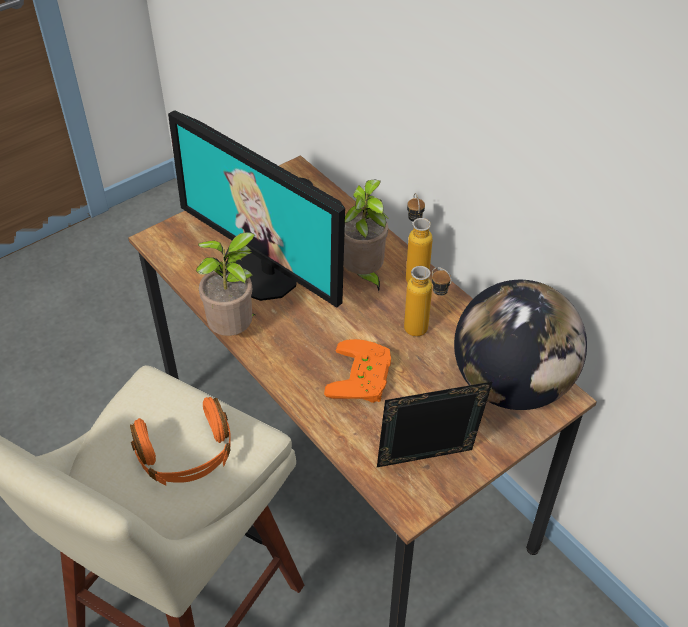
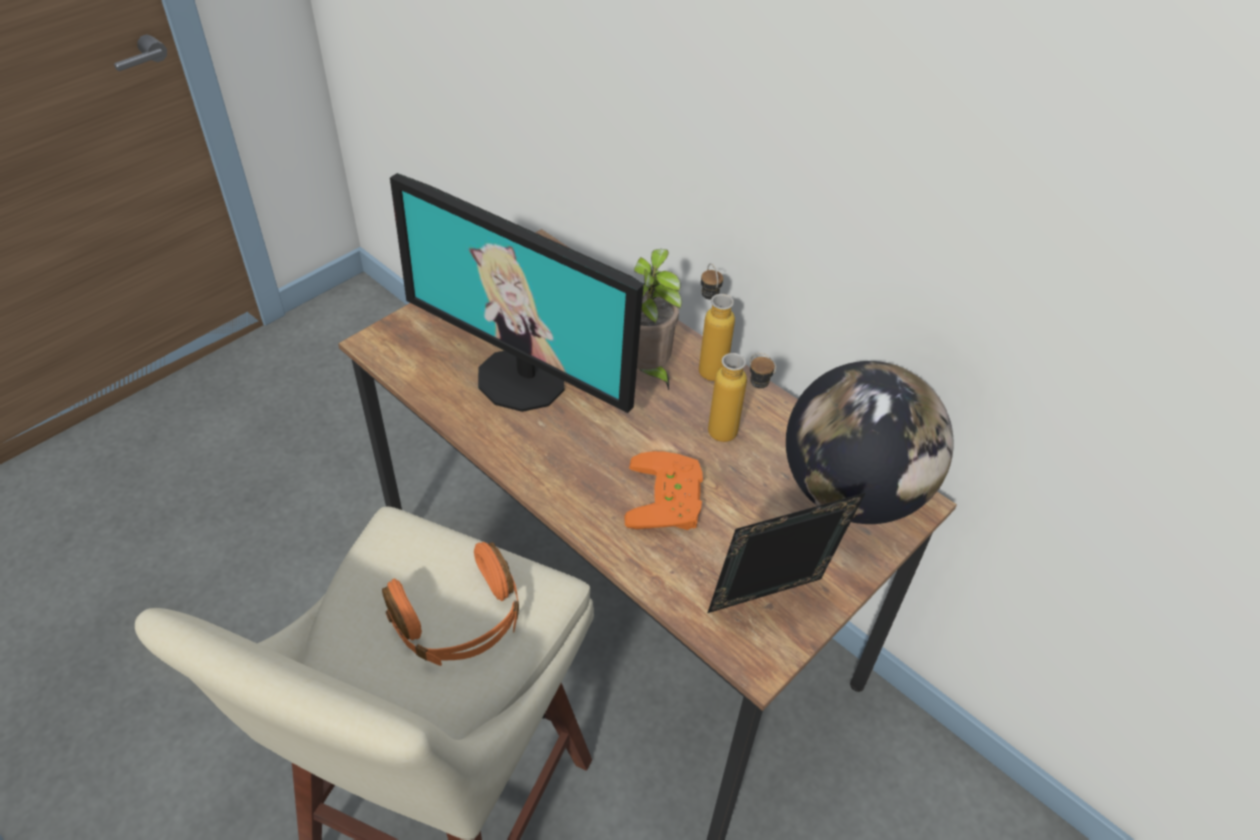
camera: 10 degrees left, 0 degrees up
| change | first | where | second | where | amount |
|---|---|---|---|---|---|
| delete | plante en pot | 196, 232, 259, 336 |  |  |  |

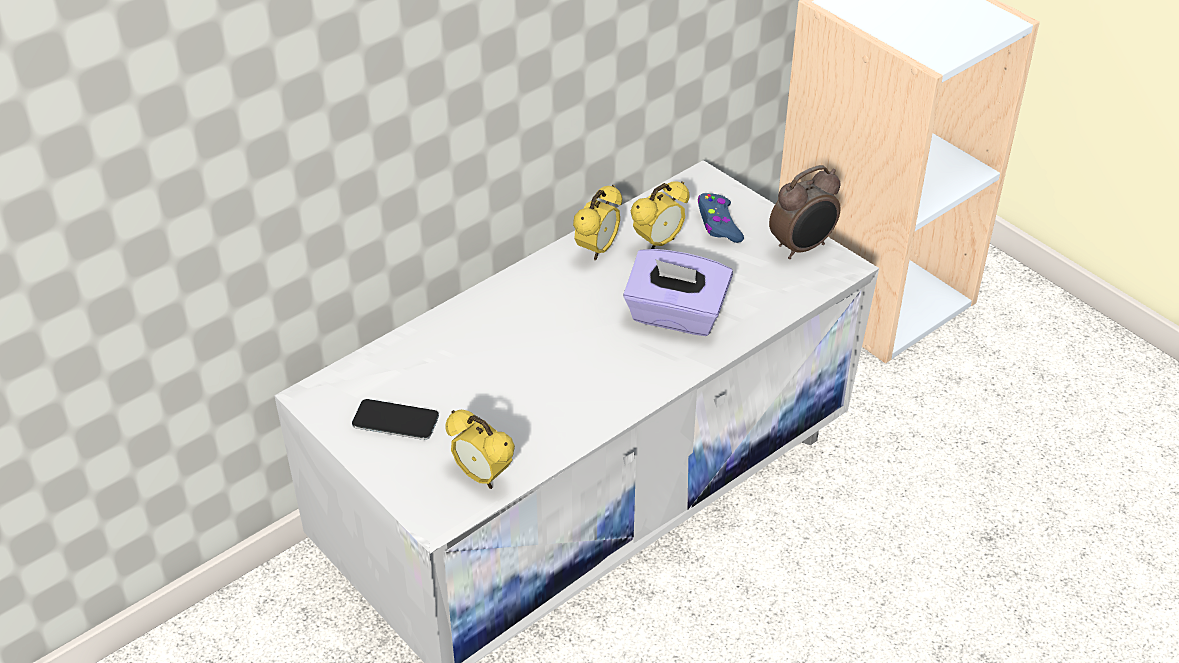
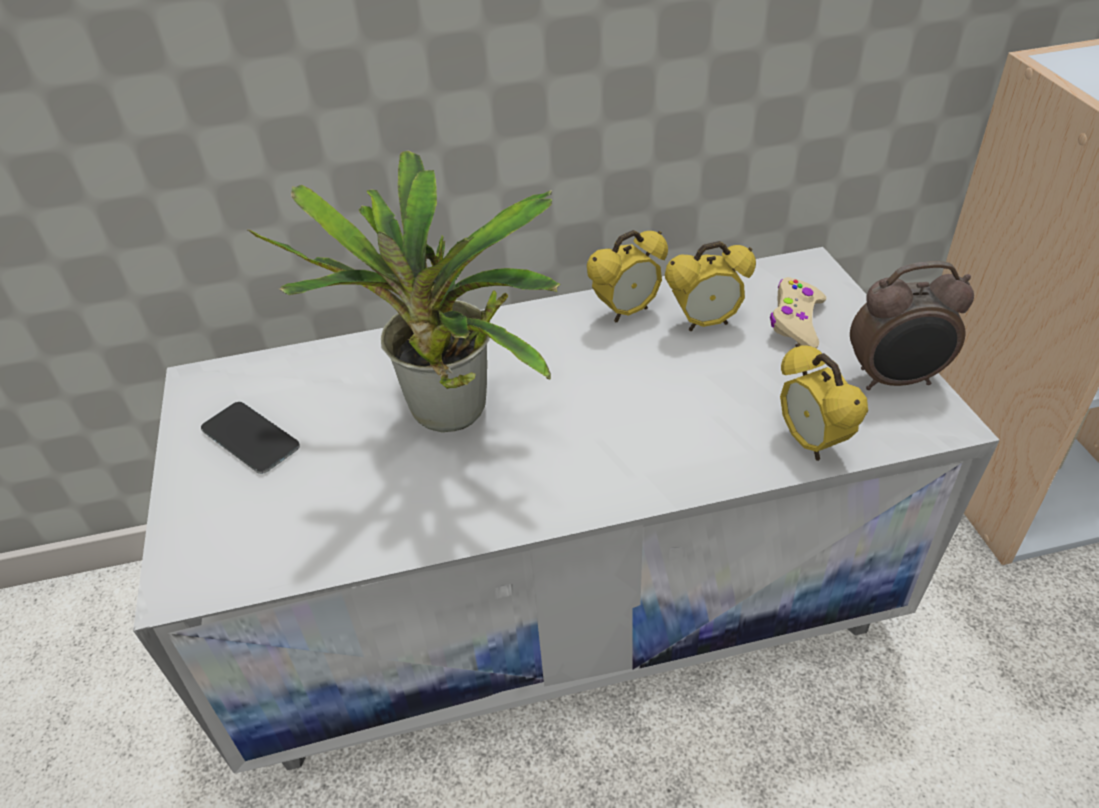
camera: 30 degrees right, 0 degrees up
| change | first | where | second | where | amount |
|---|---|---|---|---|---|
| recolor | manette [bleu] | 698, 193, 744, 243 | manette [beige] | 770, 277, 827, 349 |  |
| delete | boîte à mouchoirs [violet] | 623, 249, 733, 336 |  |  |  |
| move | réveil | 445, 410, 515, 489 |  | 780, 343, 868, 461 |  |
| insert |  |  | plante en pot | 248, 150, 560, 432 |  |

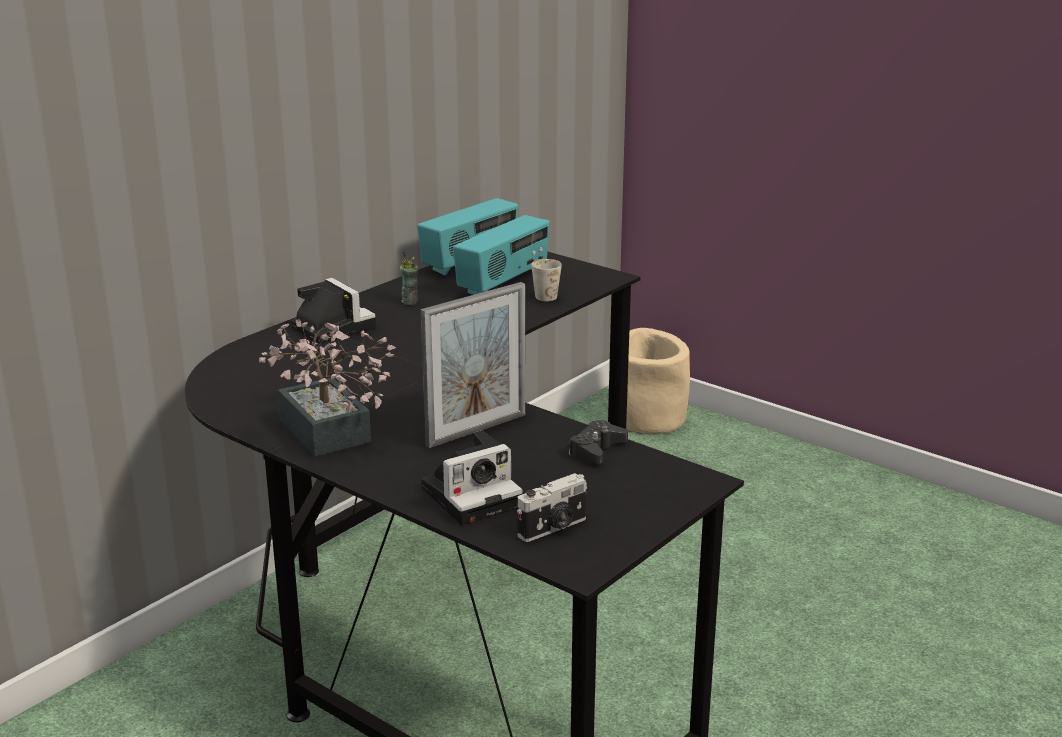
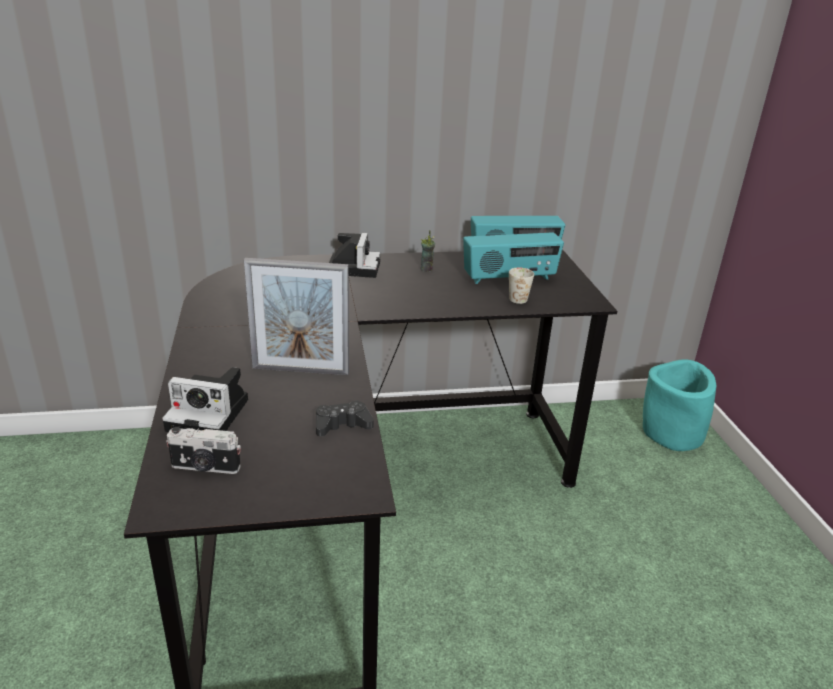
camera: 40 degrees right, 5 degrees up
| change | first | where | second | where | amount |
|---|---|---|---|---|---|
| delete | plante en pot | 259, 319, 396, 456 |  |  |  |
| recolor | cache-pot [beige] | 626, 328, 690, 434 | cache-pot [turquoise] | 643, 360, 716, 451 |  |

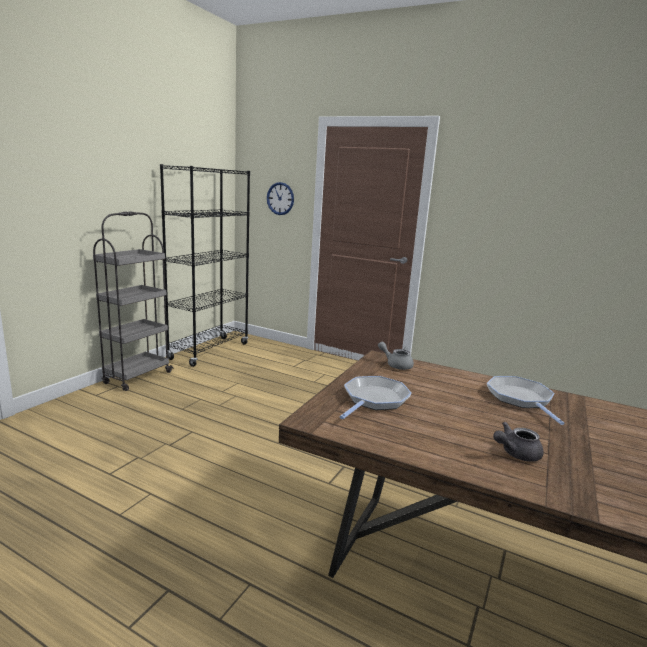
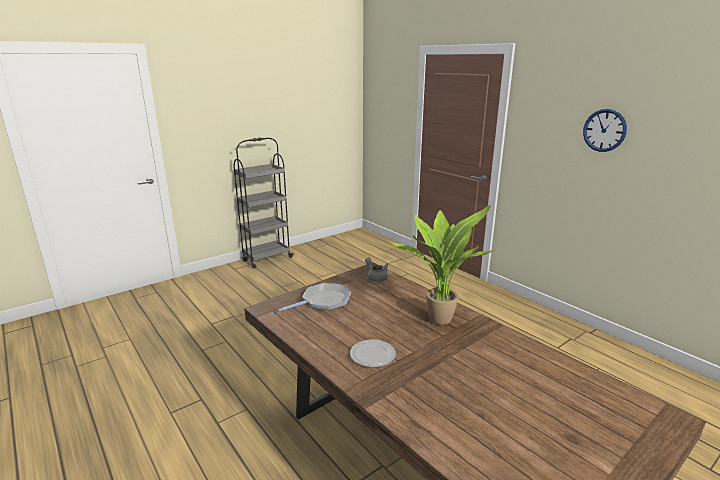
camera: 25 degrees right, 5 degrees up
| change | first | where | second | where | amount |
|---|---|---|---|---|---|
| delete | bibliothèque [noir] | 160, 164, 250, 367 |  |  |  |
| move | horloge murale | 267, 182, 294, 215 |  | 583, 109, 627, 152 |  |
| replace | poêle | 487, 376, 565, 425 | plante en pot | 390, 205, 494, 325 |  |
| replace | théière [gris] | 493, 422, 544, 462 | assiette | 350, 339, 396, 367 |  |

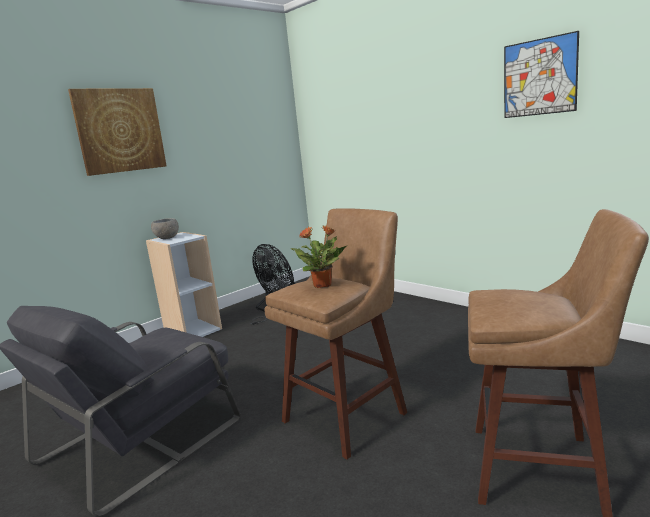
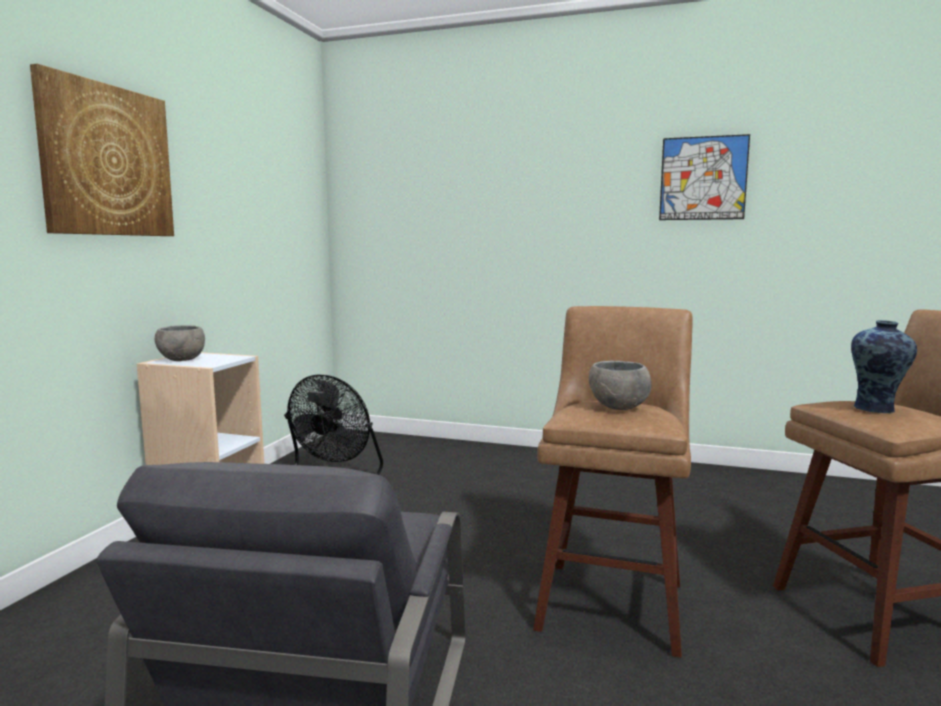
camera: 30 degrees left, 5 degrees down
| change | first | where | second | where | amount |
|---|---|---|---|---|---|
| replace | plante en pot | 291, 226, 346, 288 | bol [gris] | 589, 361, 651, 410 |  |
| insert |  |  | vase | 851, 320, 917, 413 |  |

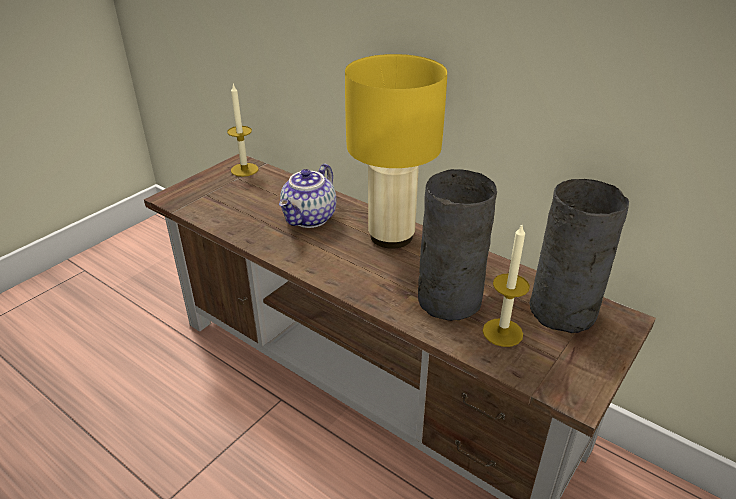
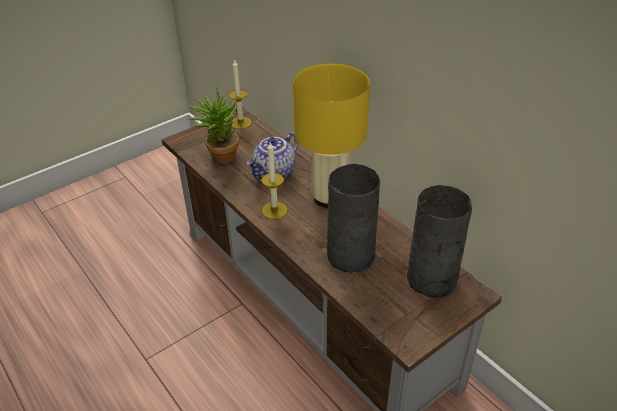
camera: 15 degrees right, 5 degrees up
| change | first | where | second | where | amount |
|---|---|---|---|---|---|
| move | bougie | 483, 223, 530, 347 |  | 261, 142, 288, 219 |  |
| insert |  |  | plante en pot | 187, 87, 239, 164 |  |

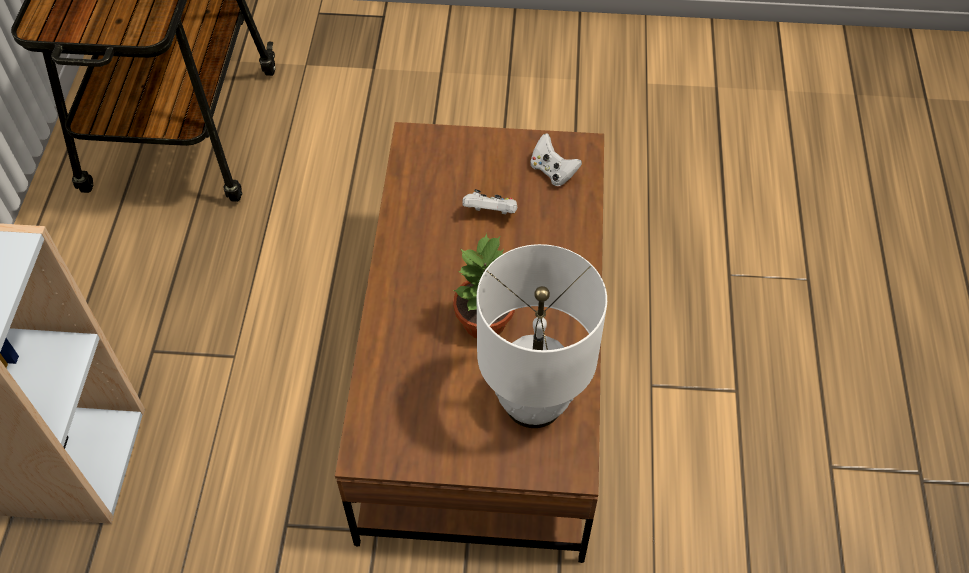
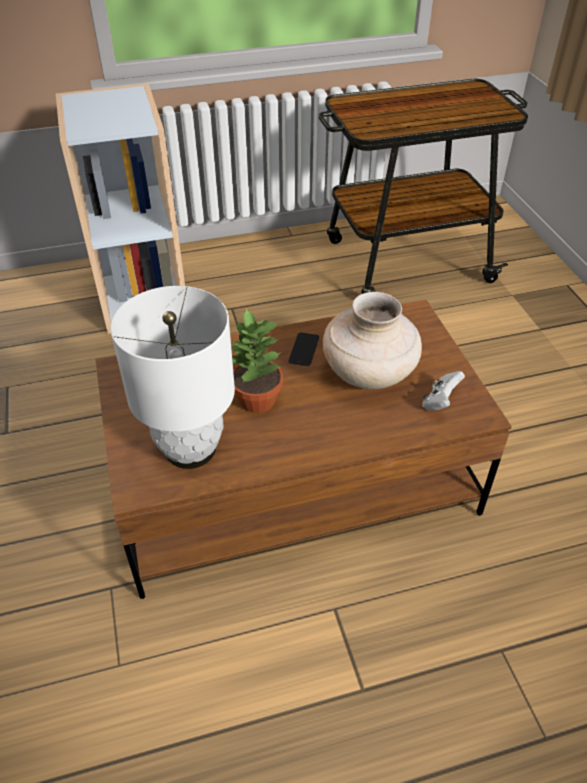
camera: 70 degrees right, 10 degrees down
| change | first | where | second | where | amount |
|---|---|---|---|---|---|
| replace | manette [blanc] | 462, 189, 517, 215 | vase [beige] | 323, 292, 422, 390 |  |
| insert |  |  | téléphone | 288, 332, 319, 366 |  |

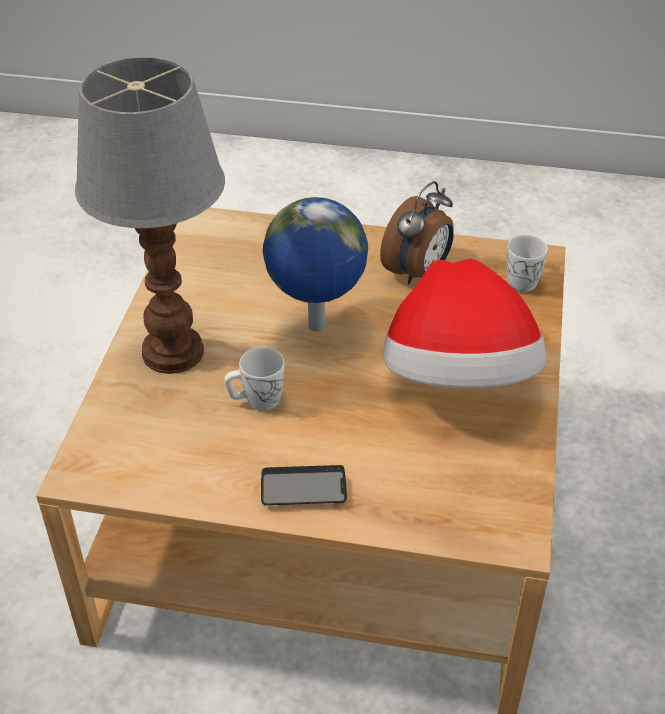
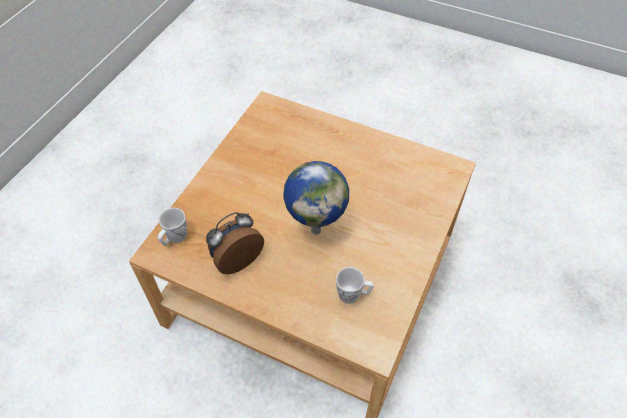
camera: 165 degrees left, 10 degrees up
| change | first | where | second | where | amount |
|---|---|---|---|---|---|
| delete | lampe de table | 75, 57, 225, 374 |  |  |  |
| delete | chapeau | 383, 259, 546, 388 |  |  |  |
| move | mug [blanc] | 224, 347, 285, 411 |  | 336, 267, 374, 304 |  |
| delete | téléphone | 261, 465, 347, 505 |  |  |  |

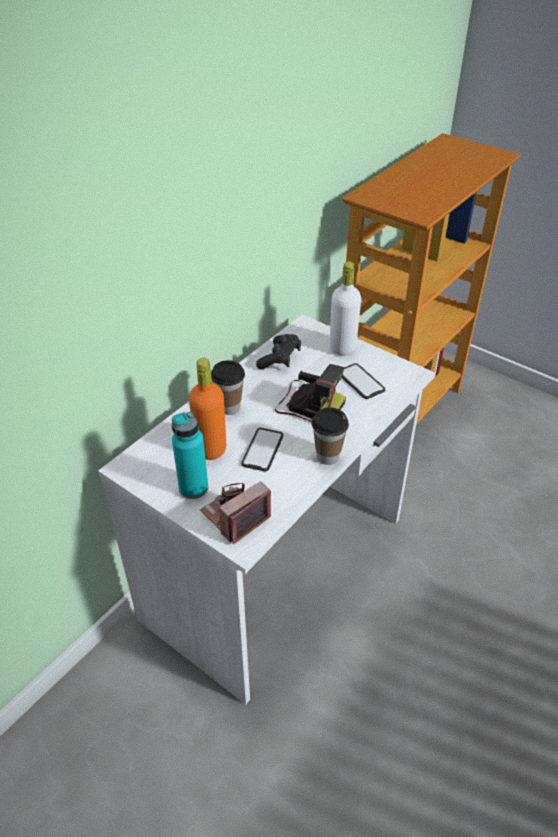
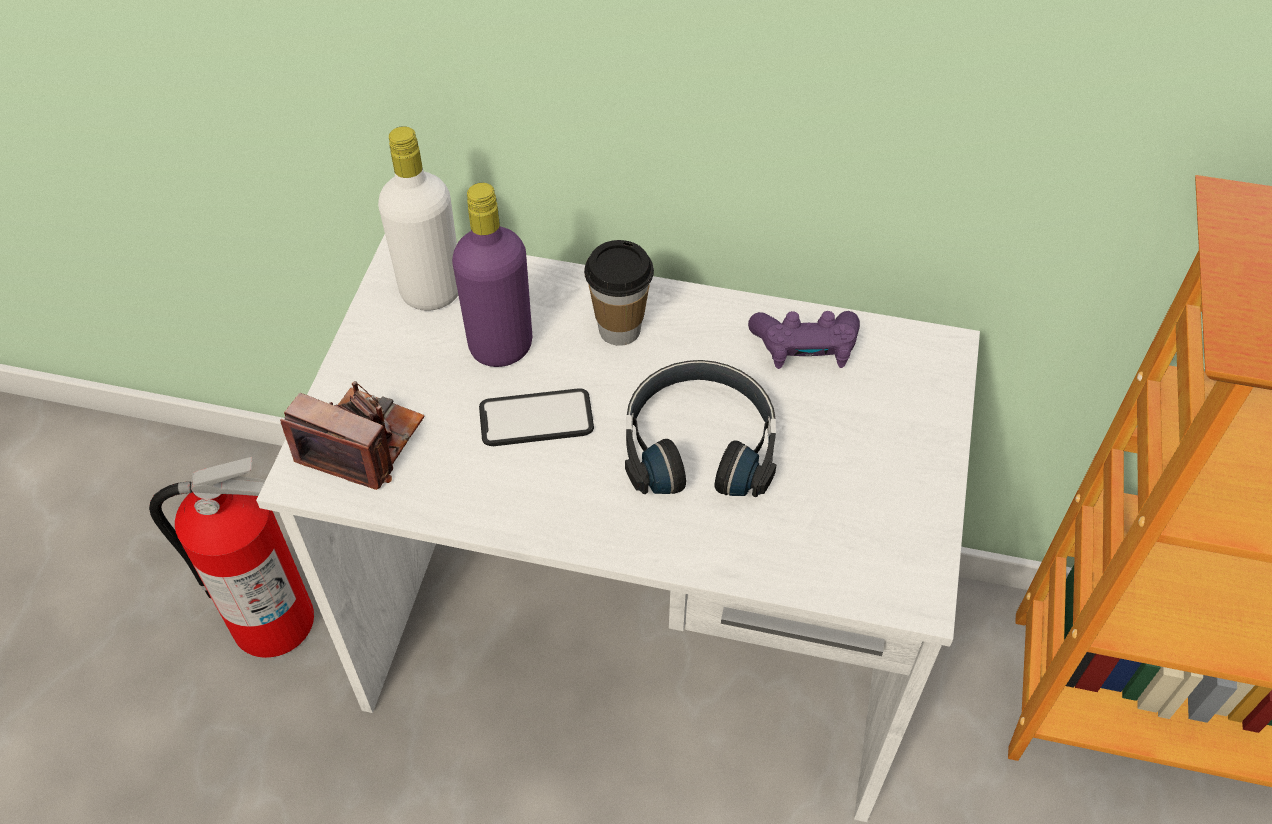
camera: 65 degrees right, 10 degrees up
| change | first | where | second | where | amount |
|---|---|---|---|---|---|
| move | bouteille [blanc] | 330, 261, 361, 356 |  | 378, 126, 458, 311 |  |
| recolor | manette [noir] | 256, 334, 301, 370 | manette [violet] | 748, 311, 860, 369 |  |
| recolor | bouteille [orange] | 189, 358, 226, 460 | bouteille [violet] | 452, 183, 532, 367 |  |
| delete | téléphone | 342, 363, 385, 399 |  |  |  |
| replace | appareil photo | 275, 364, 346, 422 | casque audio [noir] | 625, 360, 777, 497 |  |
| delete | tasse | 312, 407, 349, 465 |  |  |  |
| delete | bouteille [turquoise] | 171, 412, 208, 499 |  |  |  |
| insert |  |  | extincteur | 149, 457, 314, 658 |  |

